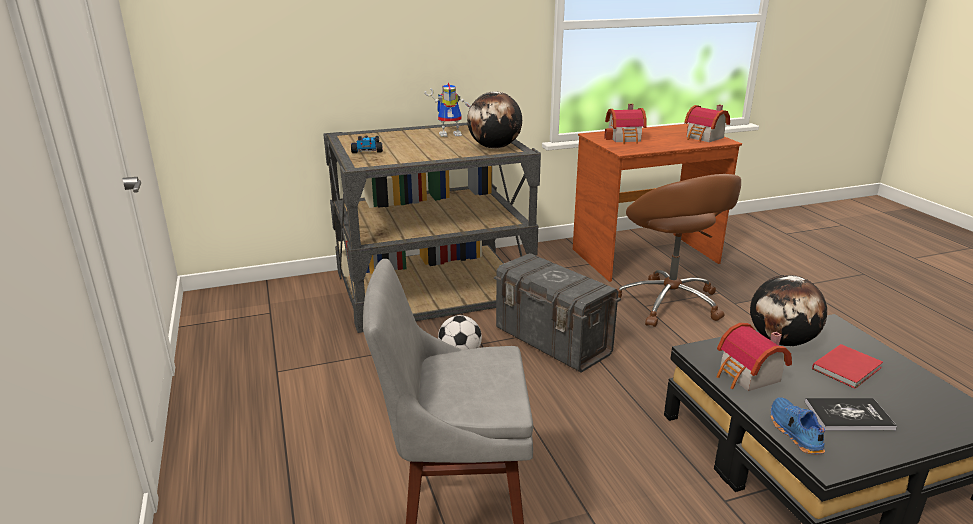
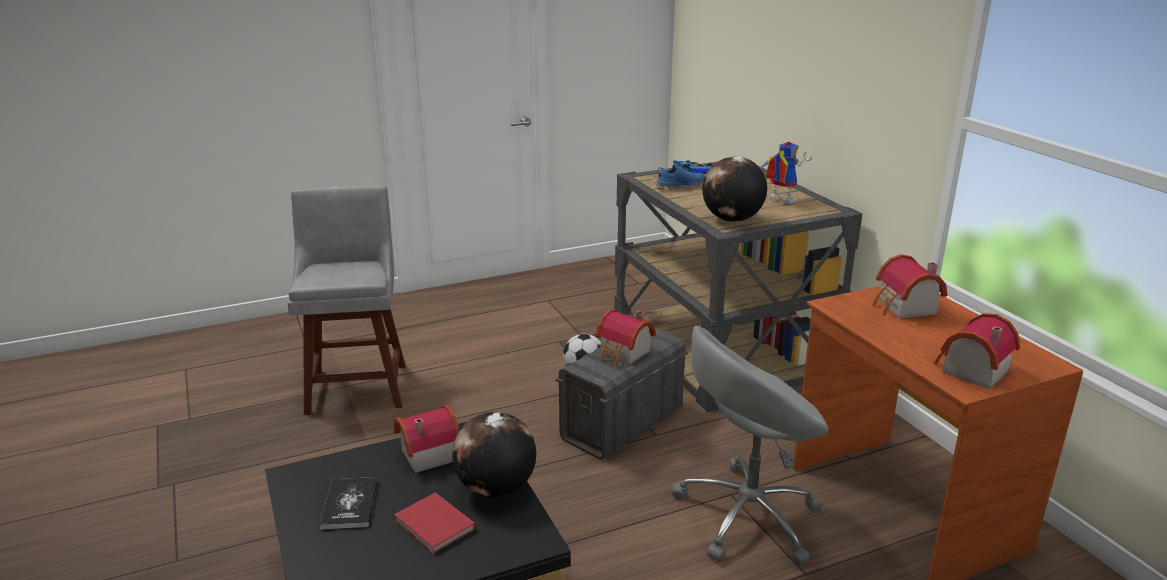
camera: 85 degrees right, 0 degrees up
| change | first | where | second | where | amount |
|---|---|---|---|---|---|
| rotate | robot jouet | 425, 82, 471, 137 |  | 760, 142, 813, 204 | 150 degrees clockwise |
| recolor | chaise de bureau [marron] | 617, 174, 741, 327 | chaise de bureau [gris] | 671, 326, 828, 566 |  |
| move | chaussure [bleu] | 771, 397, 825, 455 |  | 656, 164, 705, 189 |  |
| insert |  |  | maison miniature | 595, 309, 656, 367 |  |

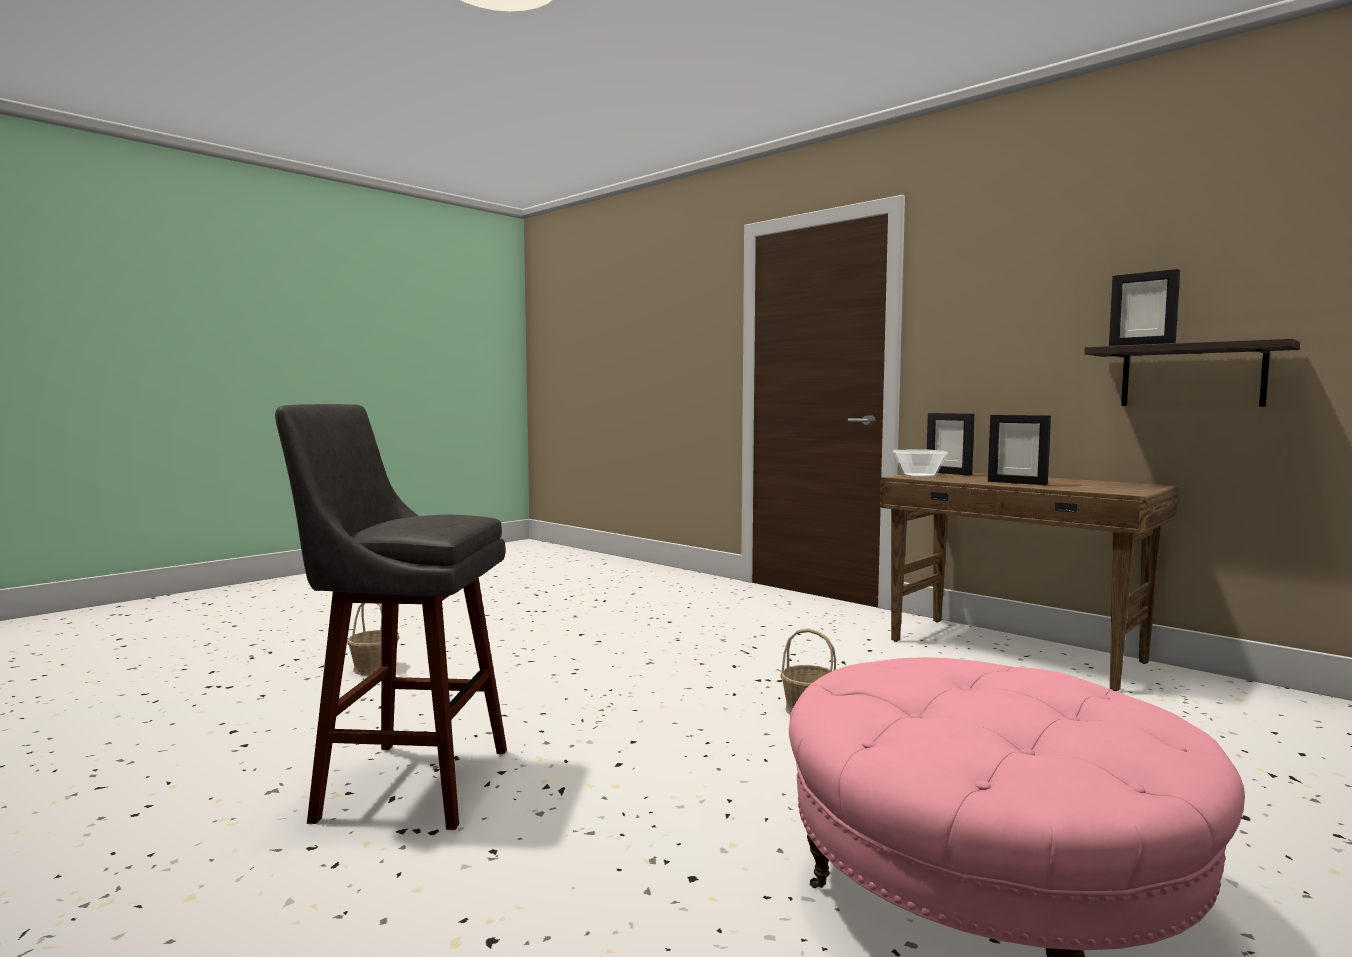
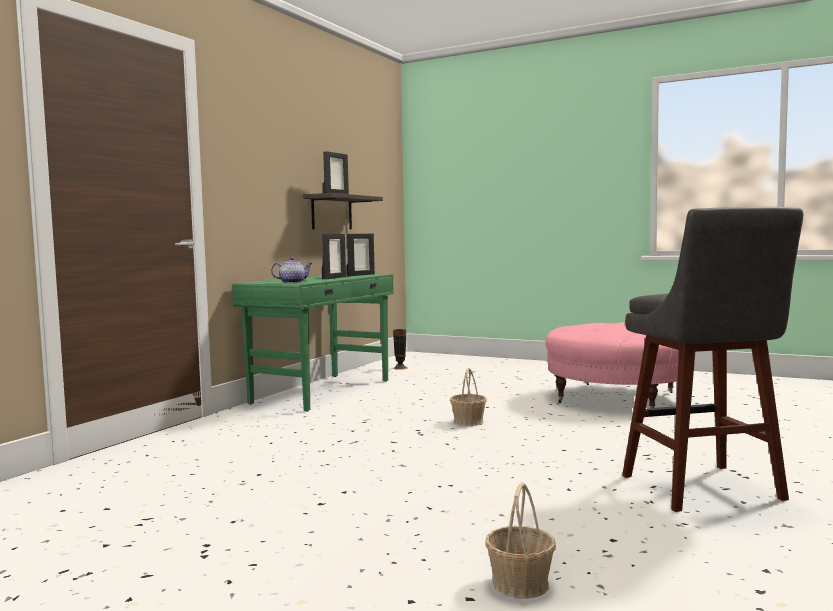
camera: 105 degrees left, 0 degrees up
| change | first | where | second | where | amount |
|---|---|---|---|---|---|
| move | cadre photo | 927, 413, 974, 476 |  | 347, 234, 375, 276 |  |
| replace | bol | 893, 450, 948, 478 | théière | 271, 257, 313, 283 |  |
| recolor | table console [marron] | 880, 473, 1178, 691 | table console [vert] | 232, 274, 394, 412 |  |
| insert |  |  | vase | 393, 329, 407, 370 |  |

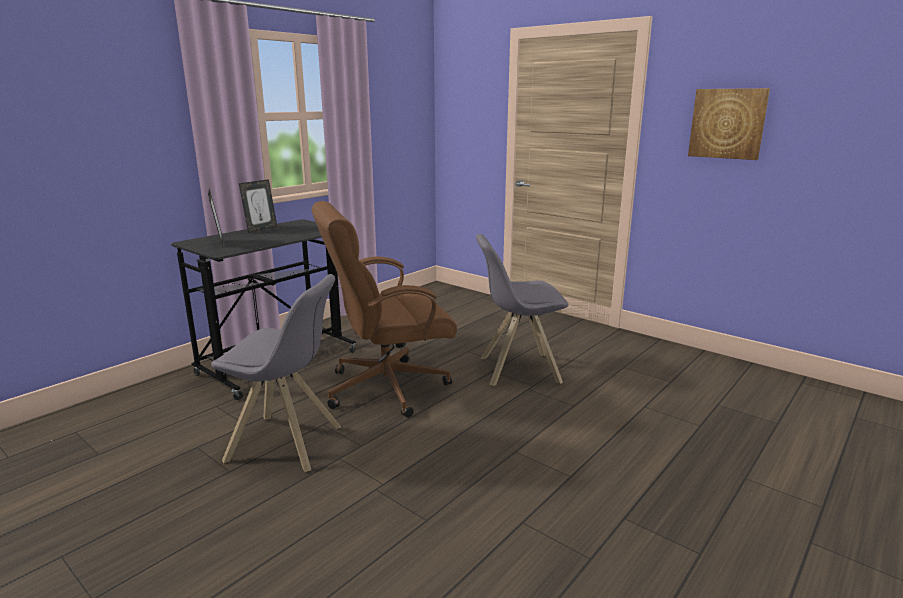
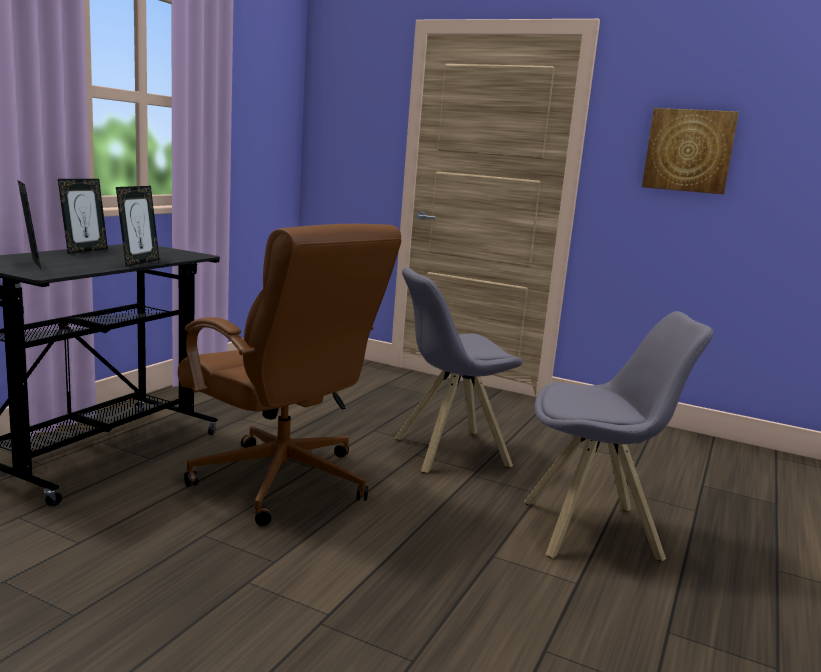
camera: 15 degrees left, 5 degrees down
| change | first | where | second | where | amount |
|---|---|---|---|---|---|
| rotate | chaise de bureau [marron] | 311, 201, 457, 418 |  | 178, 224, 401, 526 | 105 degrees counterclockwise |
| move | chaise [gris] | 211, 274, 341, 472 |  | 524, 311, 713, 562 |  |
| insert |  |  | cadre photo | 116, 186, 159, 267 |  |

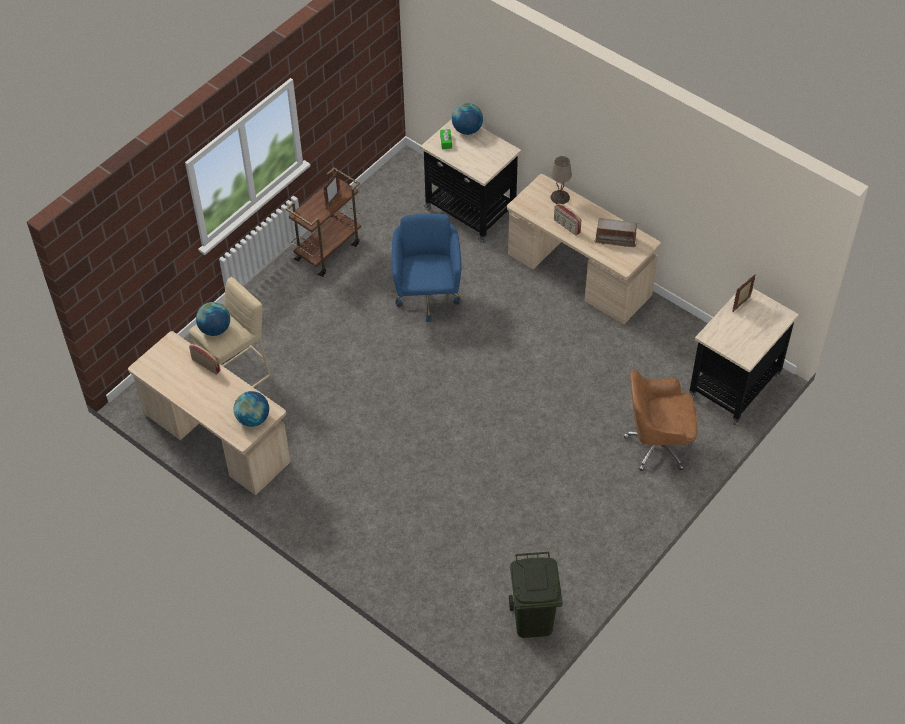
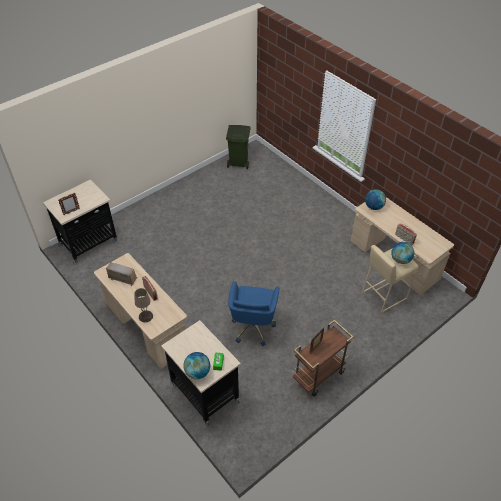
camera: 170 degrees left, 5 degrees down
| change | first | where | second | where | amount |
|---|---|---|---|---|---|
| delete | chaise de bureau [marron] | 624, 370, 698, 471 |  |  |  |

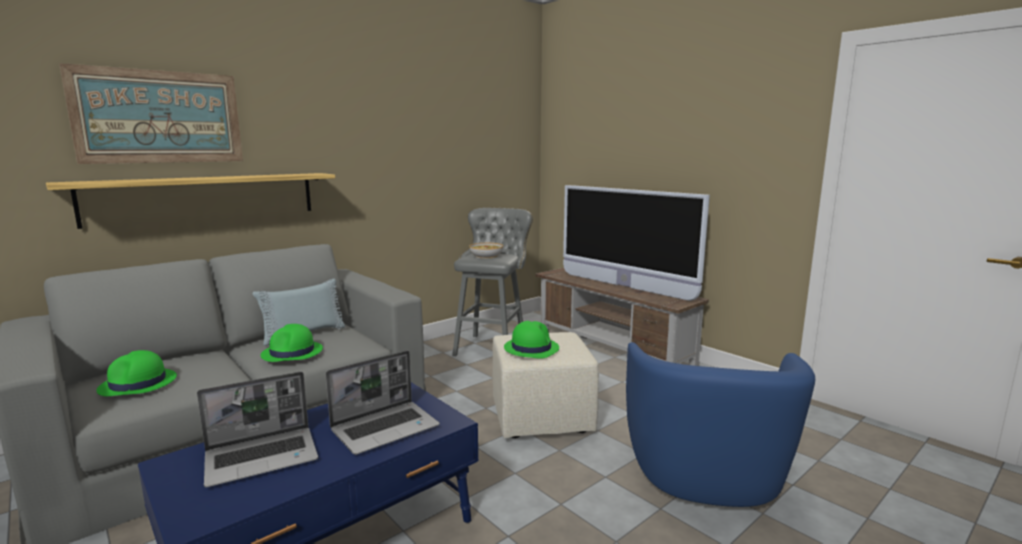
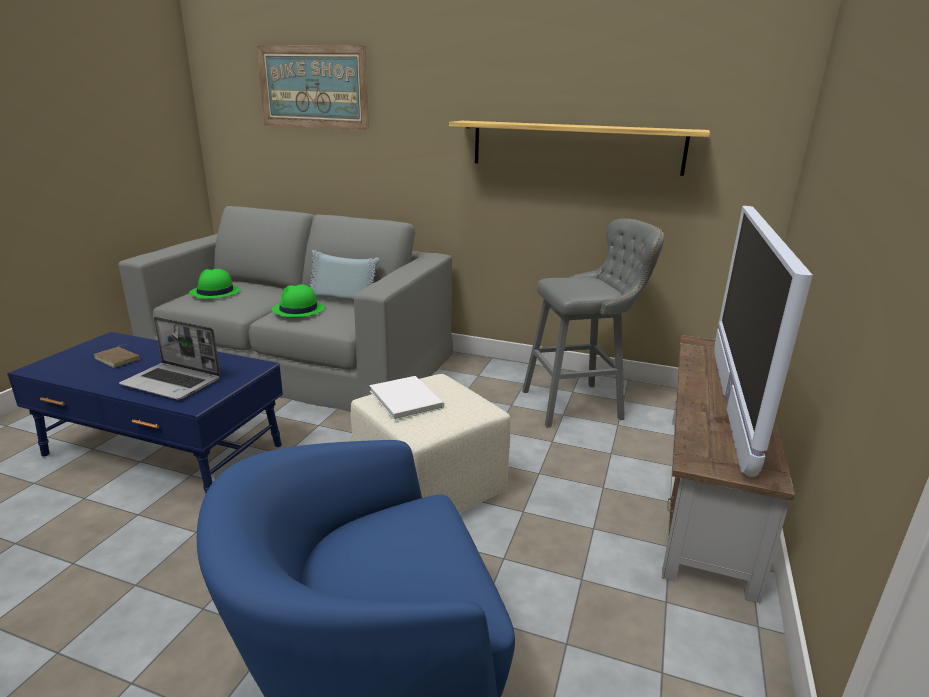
camera: 60 degrees right, 10 degrees up
| change | first | where | second | where | amount |
|---|---|---|---|---|---|
| move | étagère | 46, 173, 335, 229 |  | 449, 121, 710, 176 |  |
| delete | bol | 469, 243, 503, 258 |  |  |  |
| replace | chapeau [vert] | 504, 321, 559, 359 | livre [blanc] | 369, 376, 444, 420 |  |
| replace | ordinateur portable | 197, 372, 319, 488 | livre [marron] | 94, 345, 140, 368 |  |

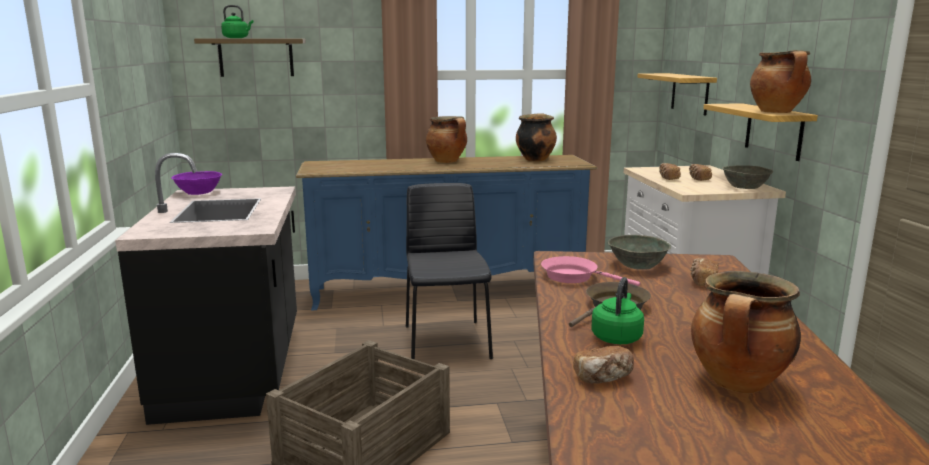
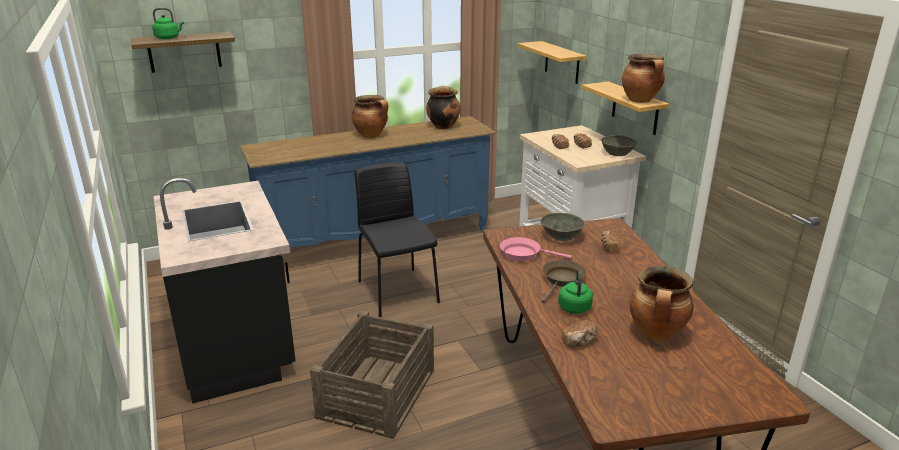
camera: 15 degrees left, 10 degrees up
| change | first | where | second | where | amount |
|---|---|---|---|---|---|
| delete | bol [violet] | 171, 171, 222, 195 |  |  |  |

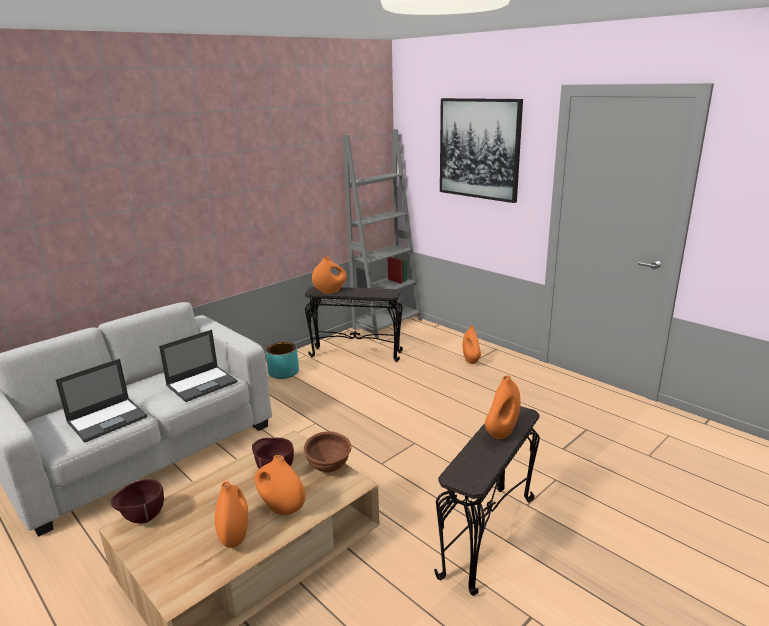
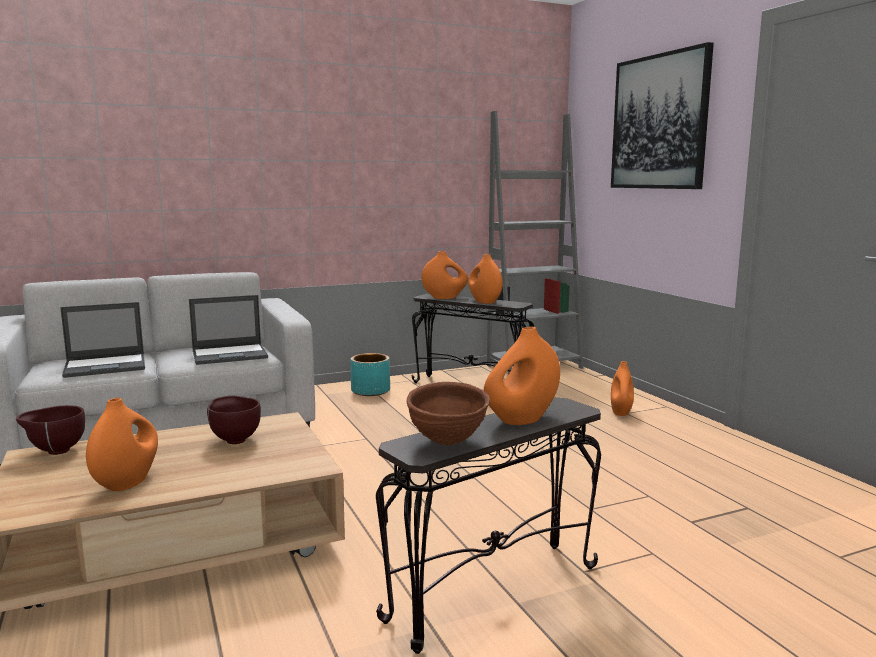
camera: 20 degrees right, 10 degrees down
| change | first | where | second | where | amount |
|---|---|---|---|---|---|
| move | bol [marron] | 304, 431, 351, 472 |  | 406, 382, 490, 445 |  |
| move | vase [orange] | 255, 455, 305, 515 |  | 468, 254, 503, 304 |  |

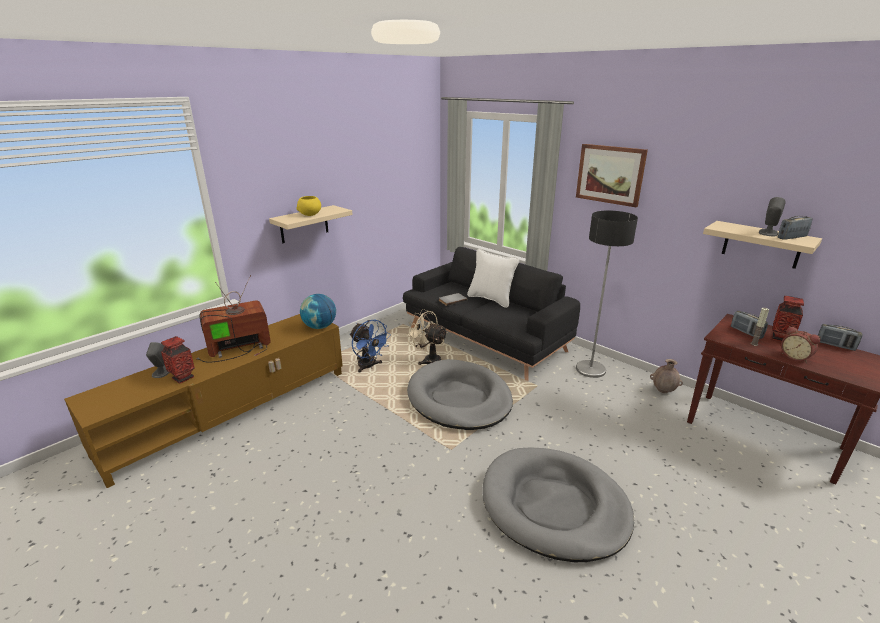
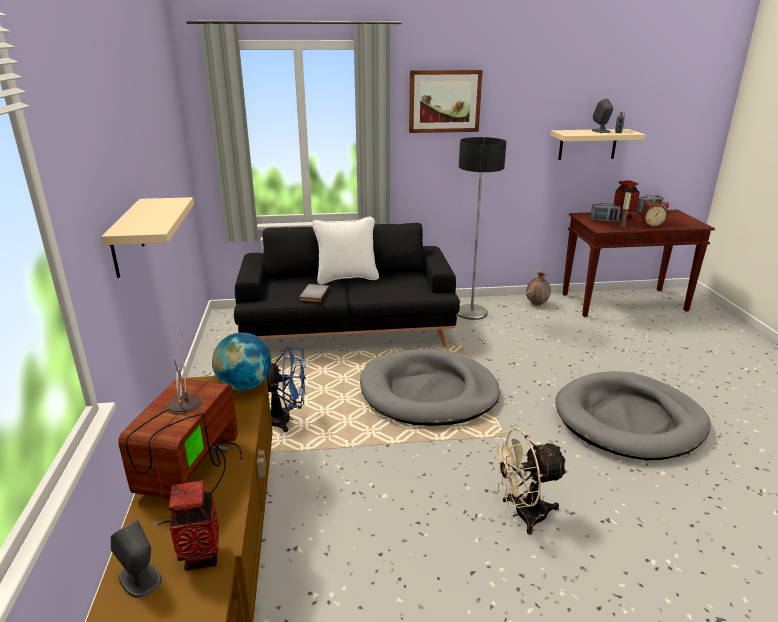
camera: 50 degrees left, 0 degrees up
| change | first | where | second | where | amount |
|---|---|---|---|---|---|
| delete | bol [jaune] | 297, 196, 321, 216 |  |  |  |
| move | ventilateur [beige] | 406, 309, 448, 365 |  | 490, 428, 568, 535 |  |

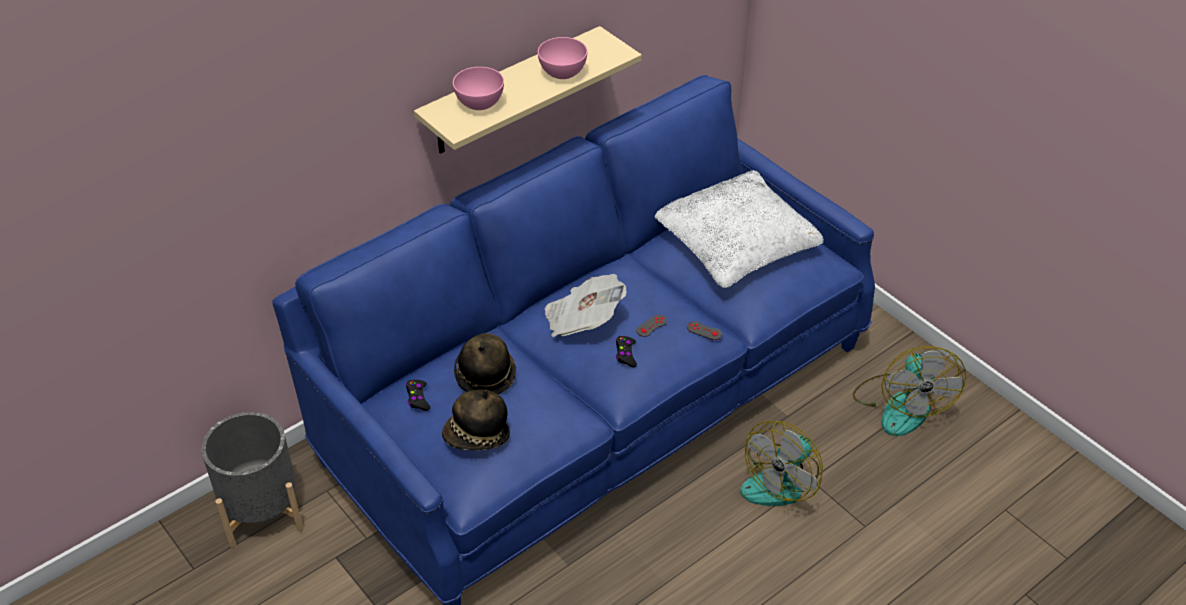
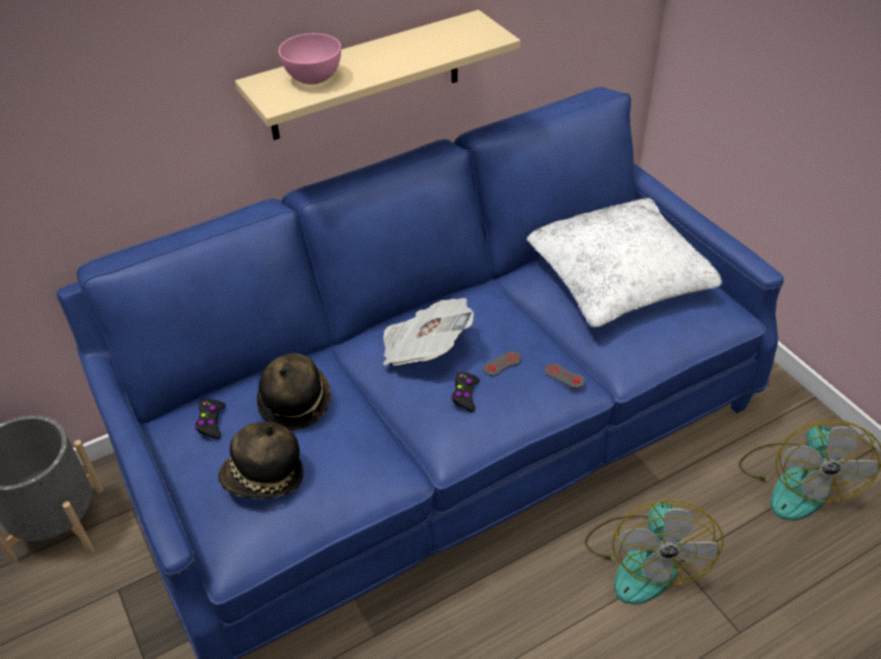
camera: 10 degrees right, 0 degrees up
| change | first | where | second | where | amount |
|---|---|---|---|---|---|
| delete | bol [rose] | 538, 37, 587, 79 |  |  |  |
| rotate | ventilateur | 740, 421, 823, 506 |  | 585, 500, 724, 605 | 45 degrees counterclockwise |

